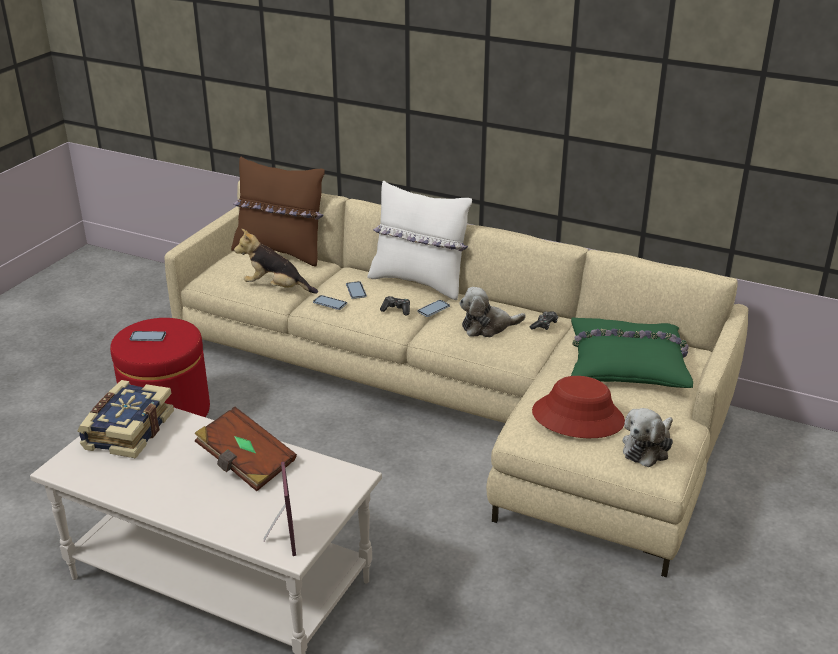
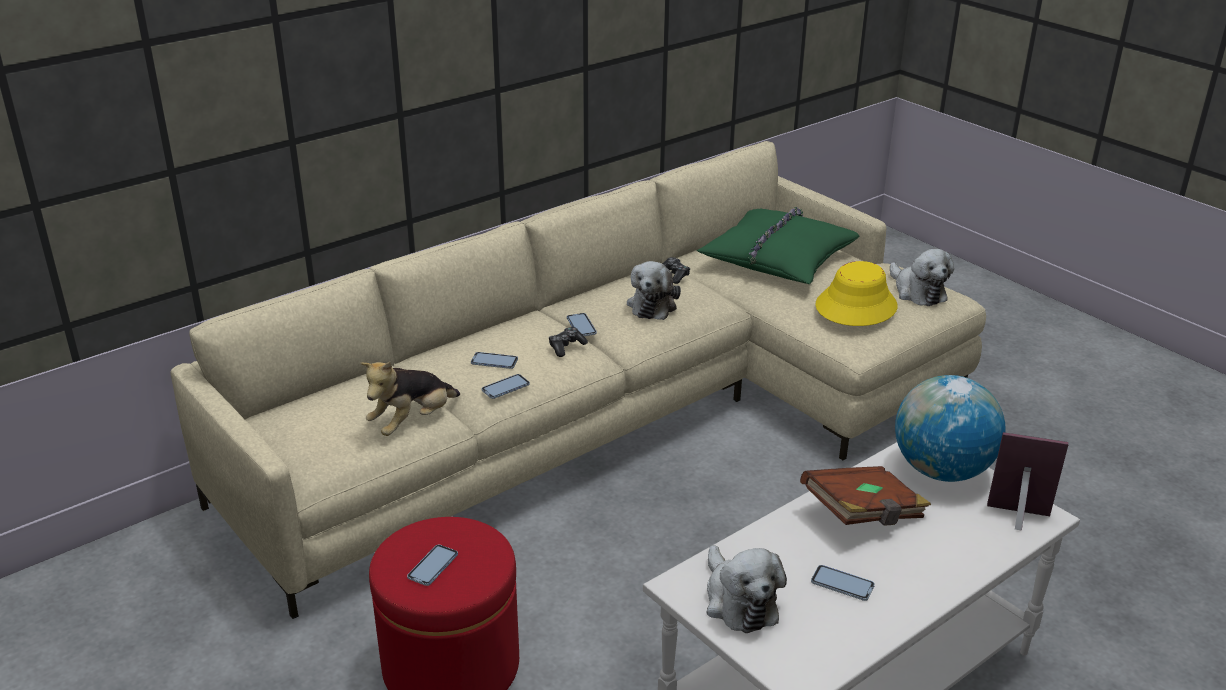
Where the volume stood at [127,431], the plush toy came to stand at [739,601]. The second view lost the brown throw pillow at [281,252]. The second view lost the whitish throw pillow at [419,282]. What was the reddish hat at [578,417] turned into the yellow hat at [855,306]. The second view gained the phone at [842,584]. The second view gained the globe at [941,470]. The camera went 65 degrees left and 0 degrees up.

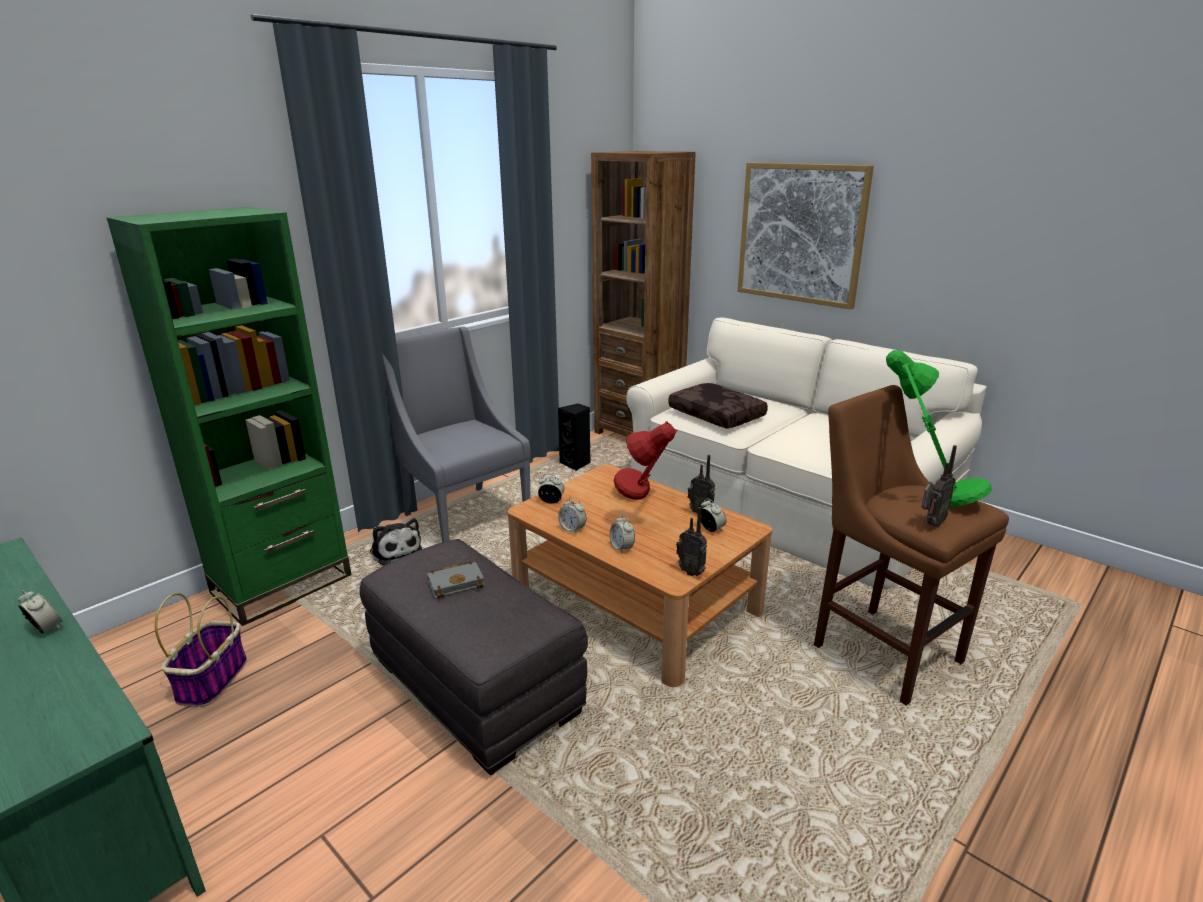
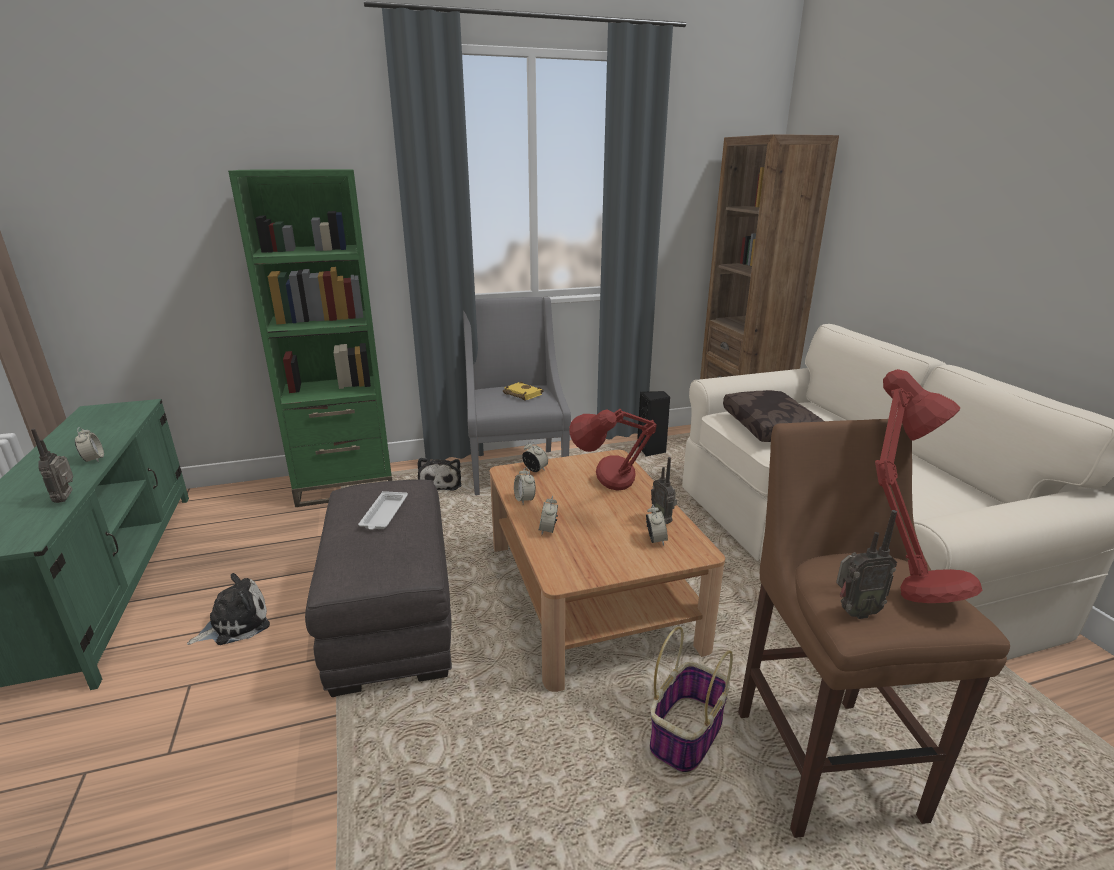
The household basket ended up elsewhere, having gone from [212,679] to [686,734]. Where the greyish volume stood at [457,582], the whitish serving tray came to stand at [384,515]. The radio receiver ended up elsewhere, having gone from [691,572] to [67,499]. The second view lost the wall picture at [801,234]. What was the green-coloured lamp for a table at [923,488] turned into the reddish lamp for a table at [898,565]. The second view gained the plush toy at [235,624]. The second view gained the yellow volume at [521,394]. The camera went 30 degrees right and 0 degrees up.

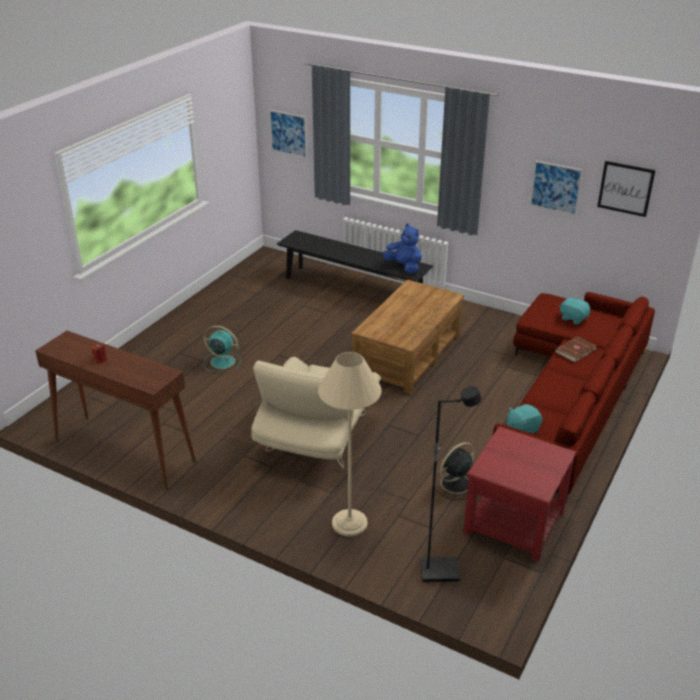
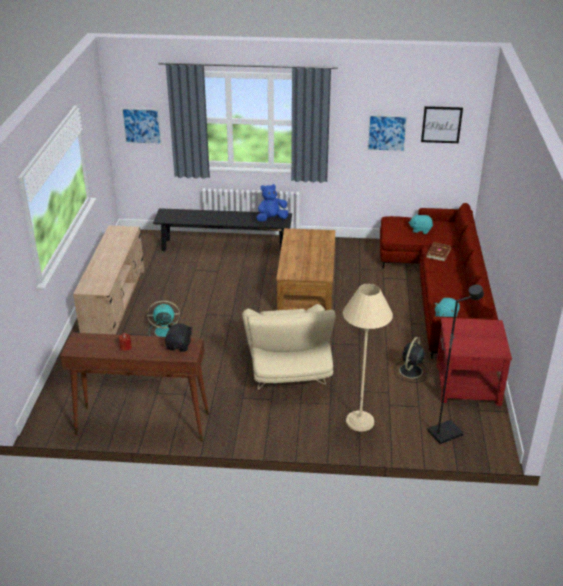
The blue plush toy at [404,267] ended up facing another way, 45 degrees counterclockwise from before. The second view gained the sand-coloured tv stand at [115,303]. The second view gained the black-coloured plush toy at [179,346]. The camera went 25 degrees left and 0 degrees up.

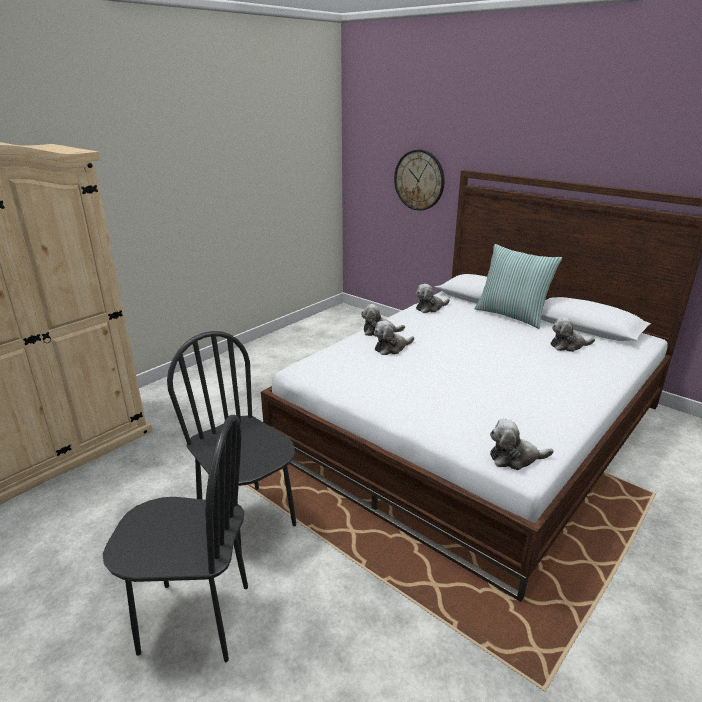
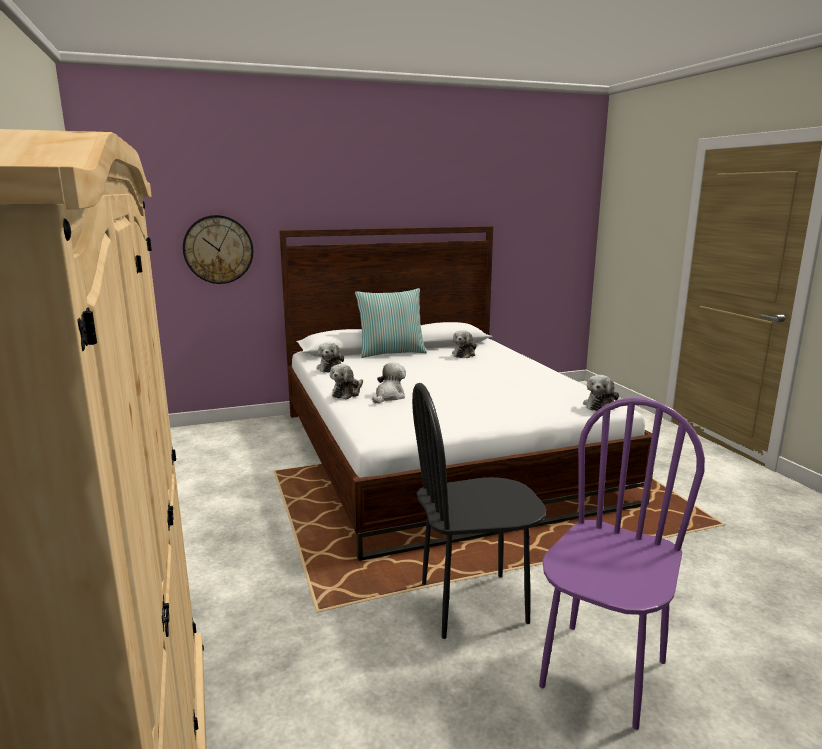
What was the black-coloured chair at [195,619] turned into the purplish chair at [602,673]. The plush toy at [391,348] ended up facing another way, 150 degrees counterclockwise from before. The camera went 60 degrees left and 10 degrees down.

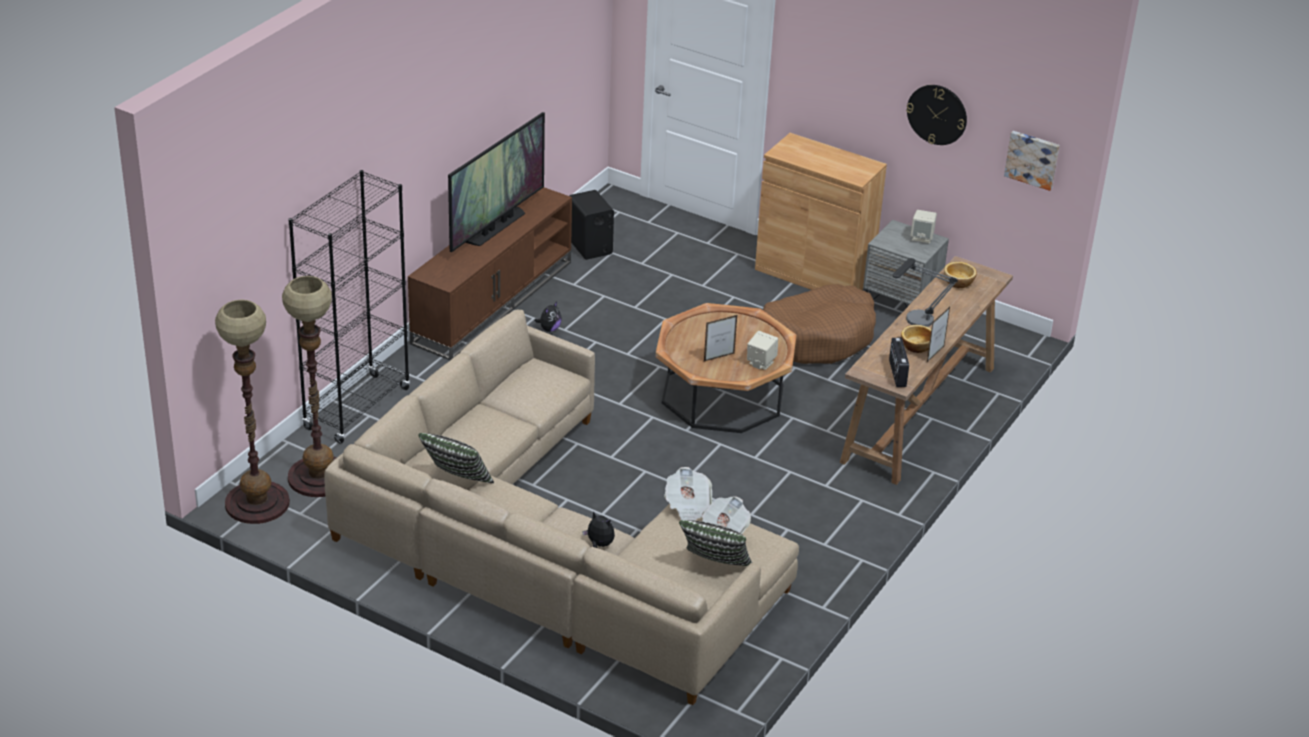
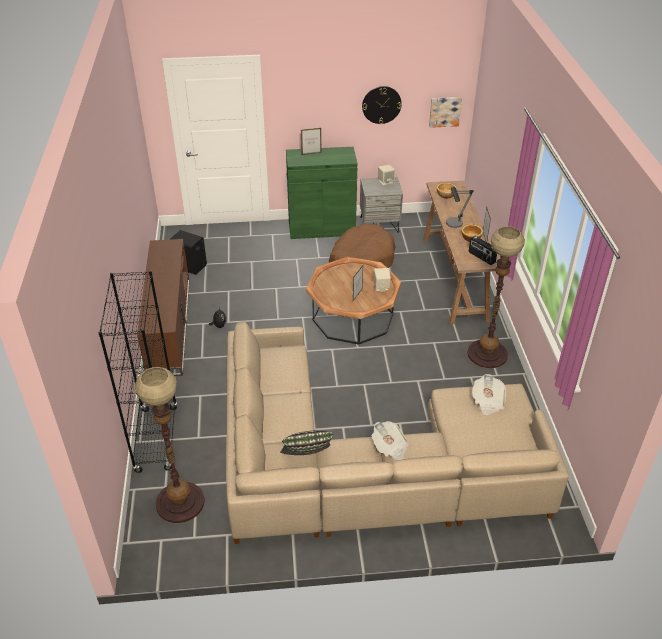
The standing lamp ended up elsewhere, having gone from [257,503] to [487,354]. The second view lost the TV at [496,227]. The second view lost the plush toy at [599,544]. The printed paper ended up elsewhere, having gone from [688,506] to [390,448]. The second view lost the throw pillow at [714,567]. What was the brown cupboard at [813,274] turned into the green-coloured cupboard at [321,228]. The second view gained the photo frame at [311,153]. The camera went 35 degrees left and 5 degrees up.

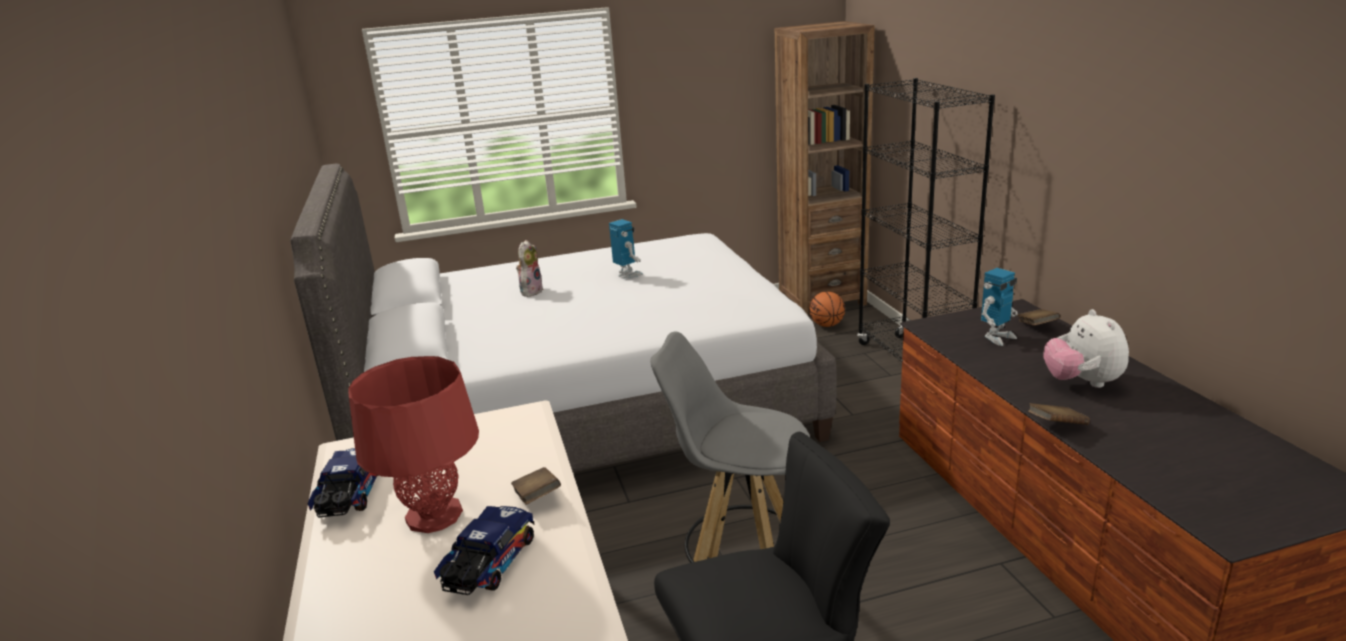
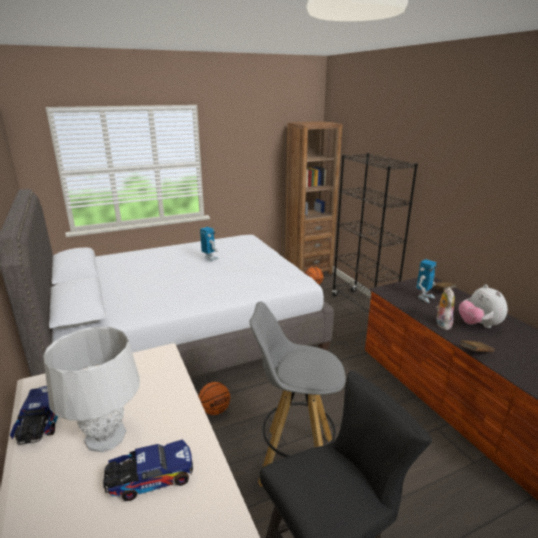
What was the reddish lamp for a table at [434,515] turned into the greyish lamp for a table at [105,436]. The toy truck at [488,566] ended up facing another way, 60 degrees clockwise from before. The second view lost the brown volume at [537,497]. The plush toy ended up elsewhere, having gone from [531,291] to [442,324]. The second view gained the ball for basketball at [215,410]. The camera went 10 degrees left and 0 degrees up.

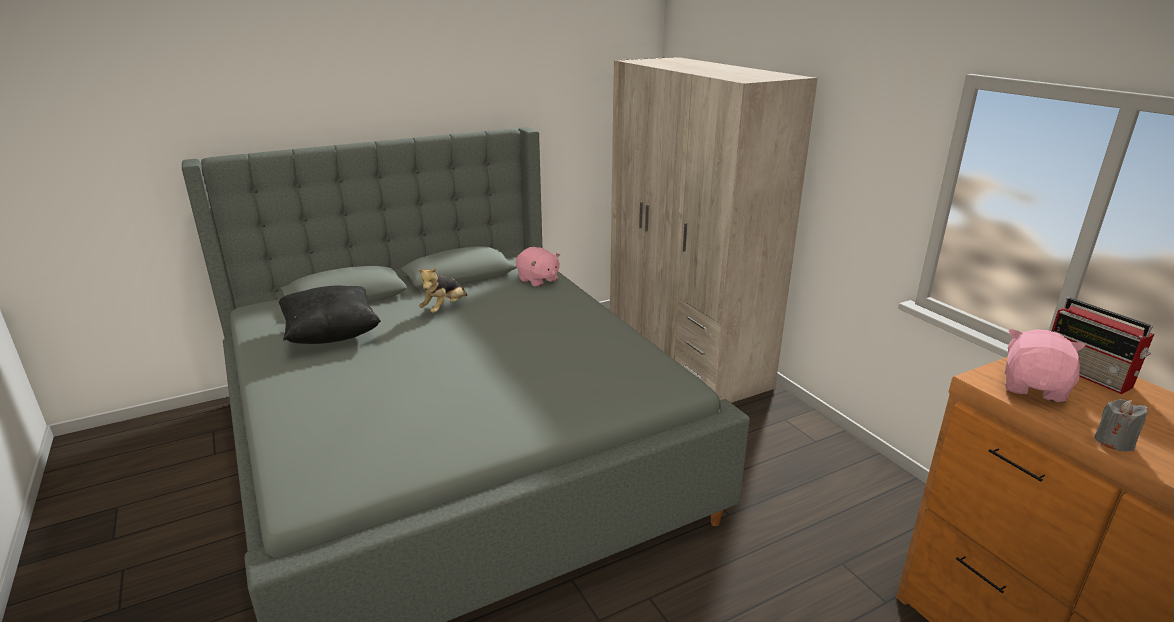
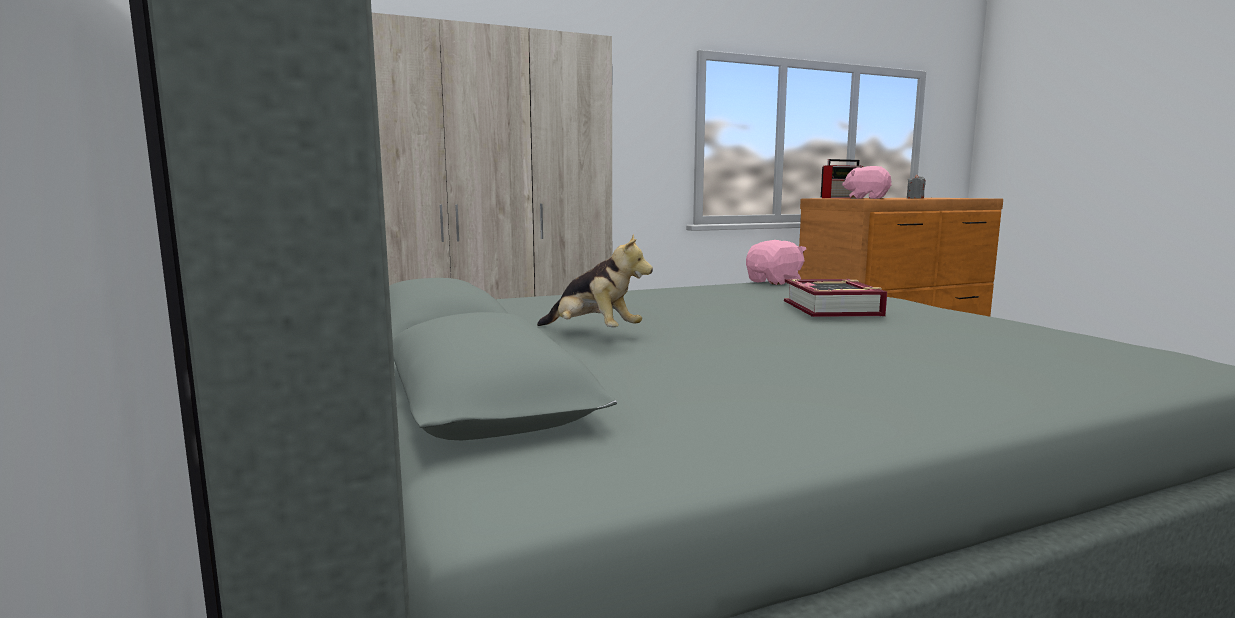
The second view lost the black-coloured throw pillow at [332,335]. The pinkish plush toy ended up elsewhere, having gone from [538,280] to [775,282]. The second view gained the volume at [832,308]. The camera went 85 degrees left and 15 degrees down.

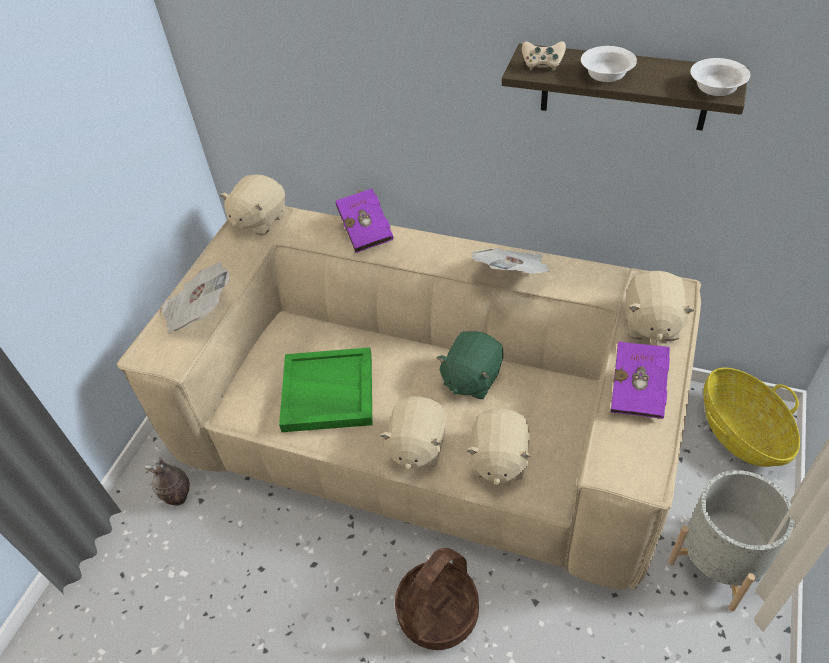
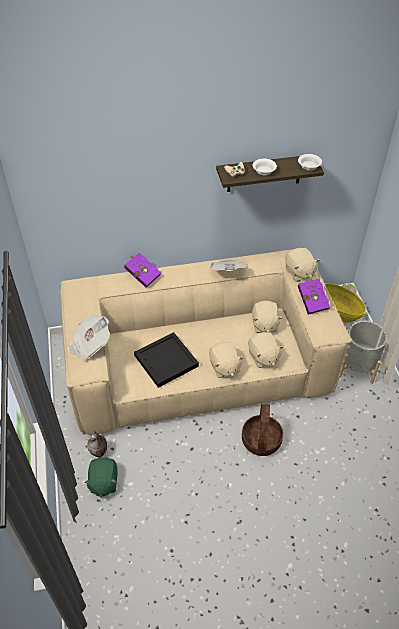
The sand-coloured plush toy ended up elsewhere, having gone from [259,220] to [264,325]. What was the green-coloured serving tray at [327,393] turned into the black-coloured serving tray at [166,361]. The green-coloured plush toy ended up elsewhere, having gone from [471,378] to [103,482]. The camera went 35 degrees left and 0 degrees up.

